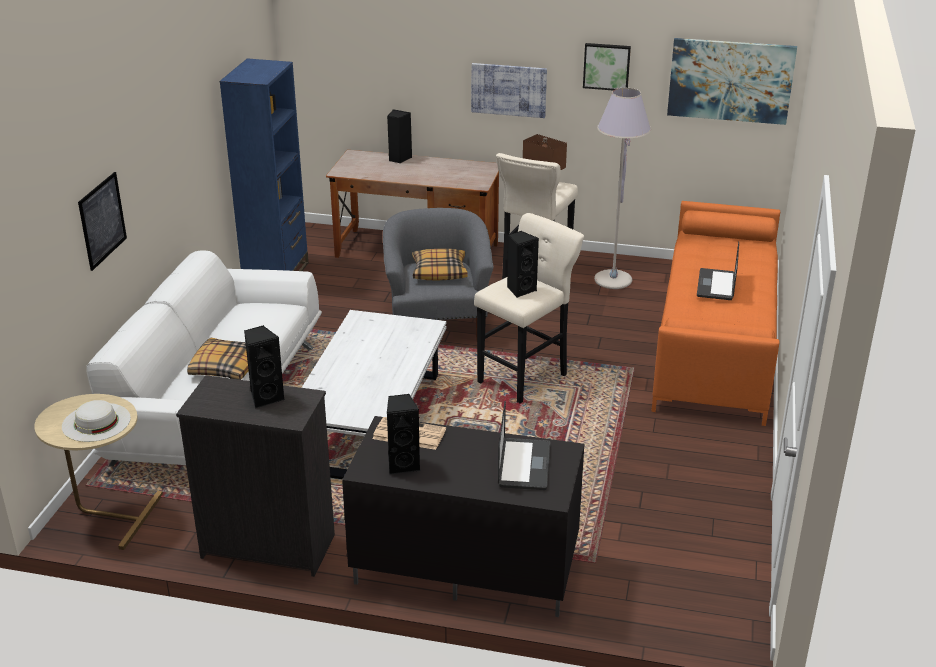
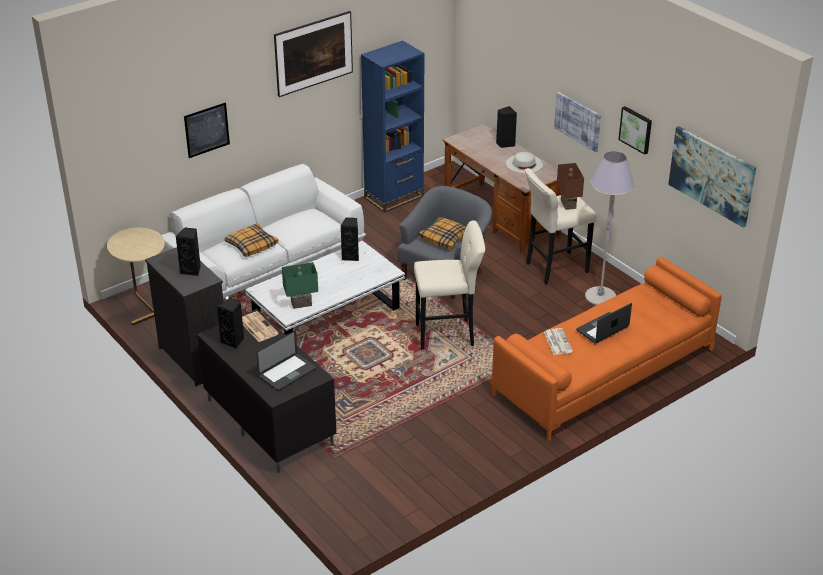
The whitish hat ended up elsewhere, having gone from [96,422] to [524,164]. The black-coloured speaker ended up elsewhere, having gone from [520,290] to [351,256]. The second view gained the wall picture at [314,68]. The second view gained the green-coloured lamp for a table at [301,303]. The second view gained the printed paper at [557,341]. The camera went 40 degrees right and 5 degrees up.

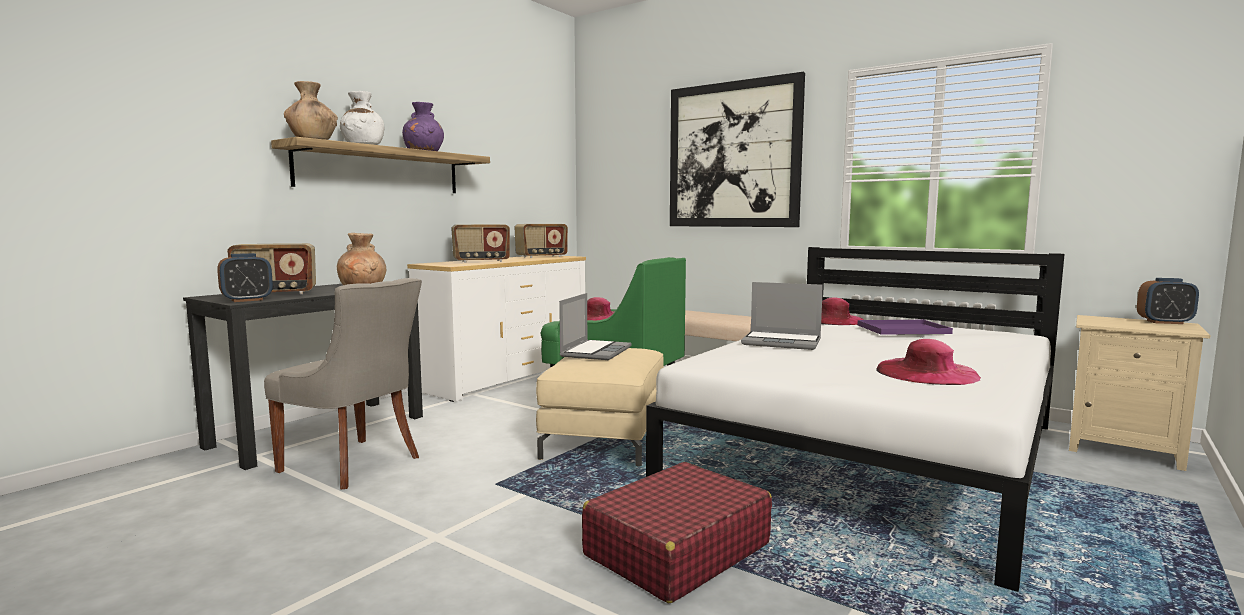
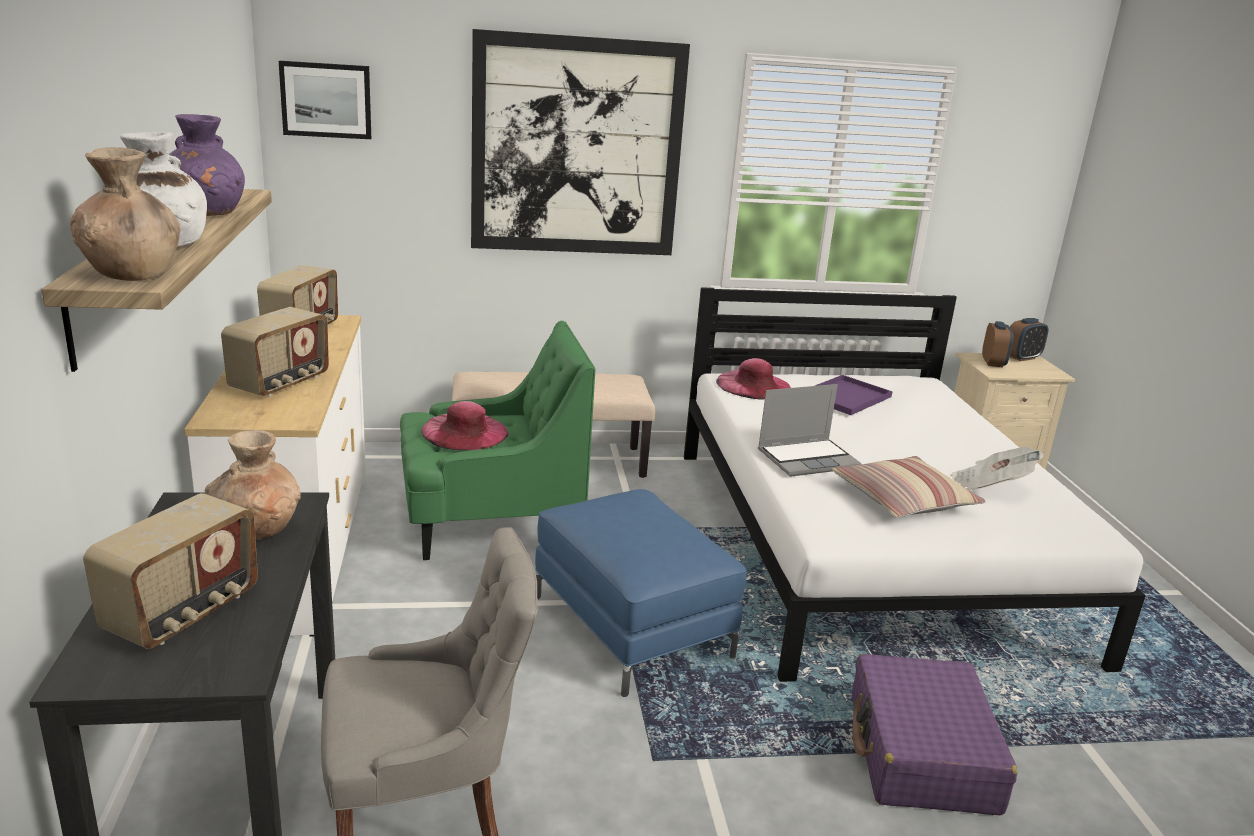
The bedside clock ended up elsewhere, having gone from [247,300] to [993,363]. What was the sand-coloured ottoman at [605,438] turned into the blue ottoman at [631,626]. The second view lost the laptop at [595,351]. What was the reddish piece of luggage at [676,550] turned into the purplish piece of luggage at [921,753]. Where the pinkish hat stood at [927,372], the printed paper came to stand at [990,487]. The second view gained the wall picture at [326,100]. The second view gained the throw pillow at [903,500]. The camera went 45 degrees left and 15 degrees up.

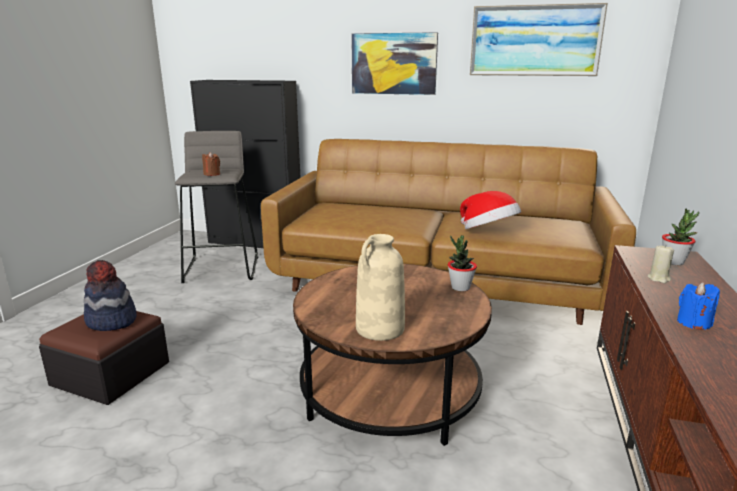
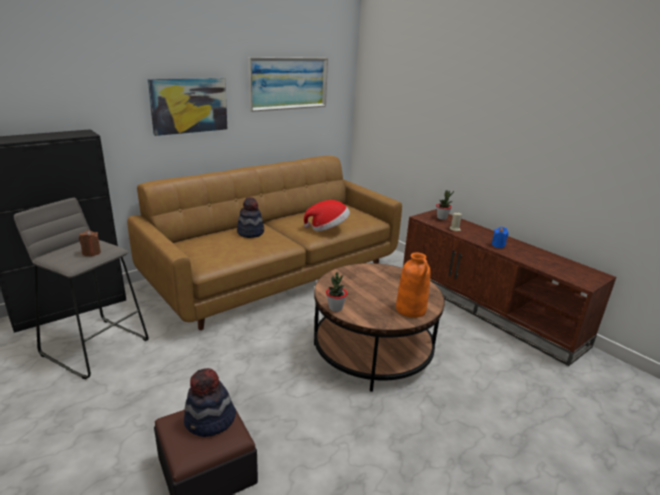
What was the sand-coloured decorative vase at [380,329] turned into the orange decorative vase at [411,310]. The houseplant ended up elsewhere, having gone from [460,288] to [335,308]. The second view gained the hat at [251,232]. The camera went 55 degrees left and 5 degrees up.

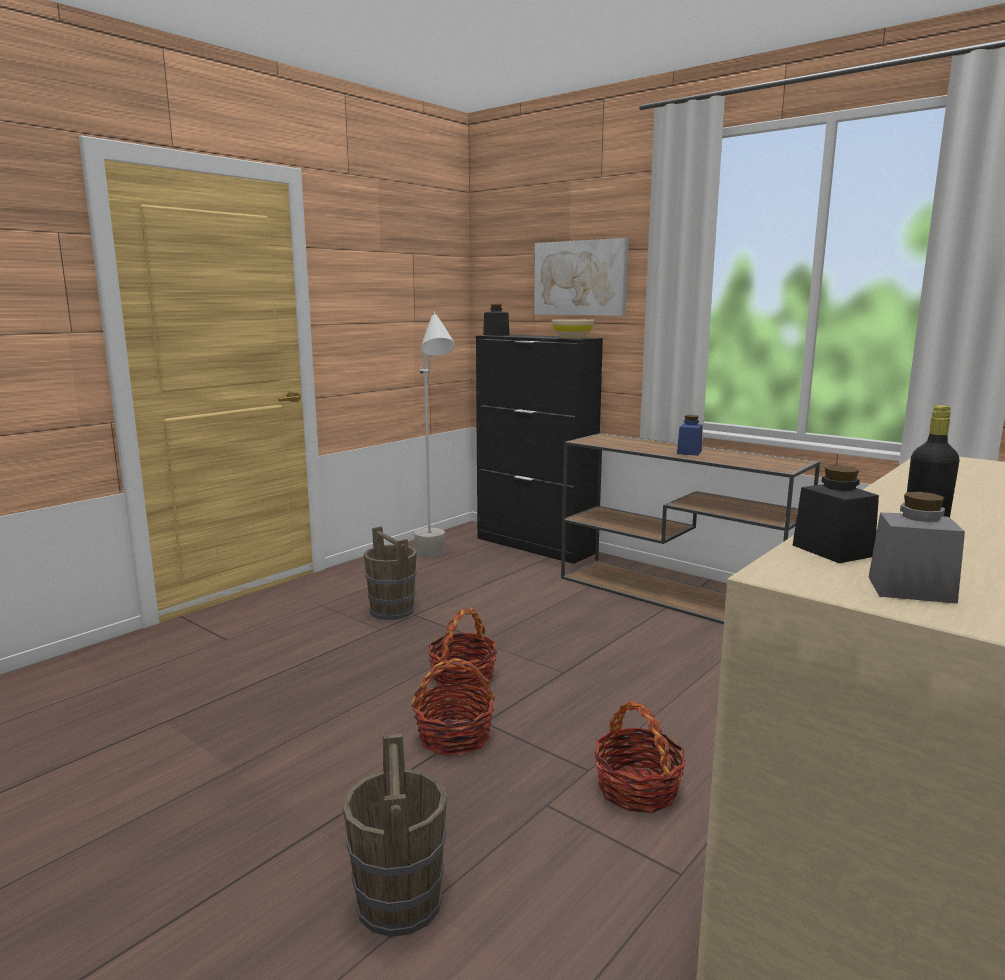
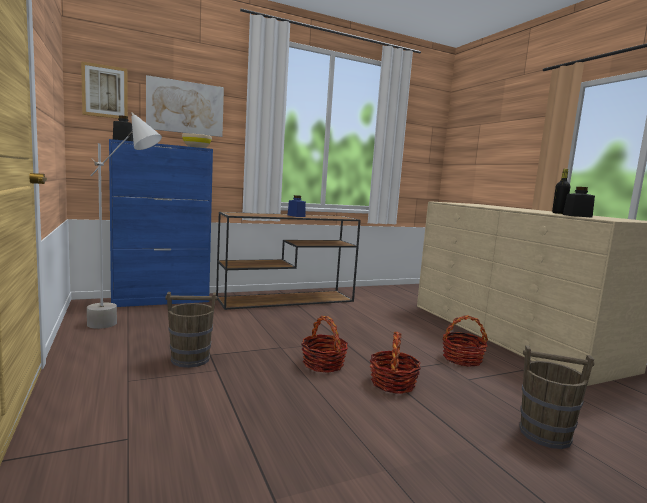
What was the black-coloured cupboard at [535,546] turned into the blue cupboard at [161,300]. The second view lost the greyish jar at [911,589]. The second view gained the wall picture at [105,91]. The camera went 65 degrees left and 5 degrees down.

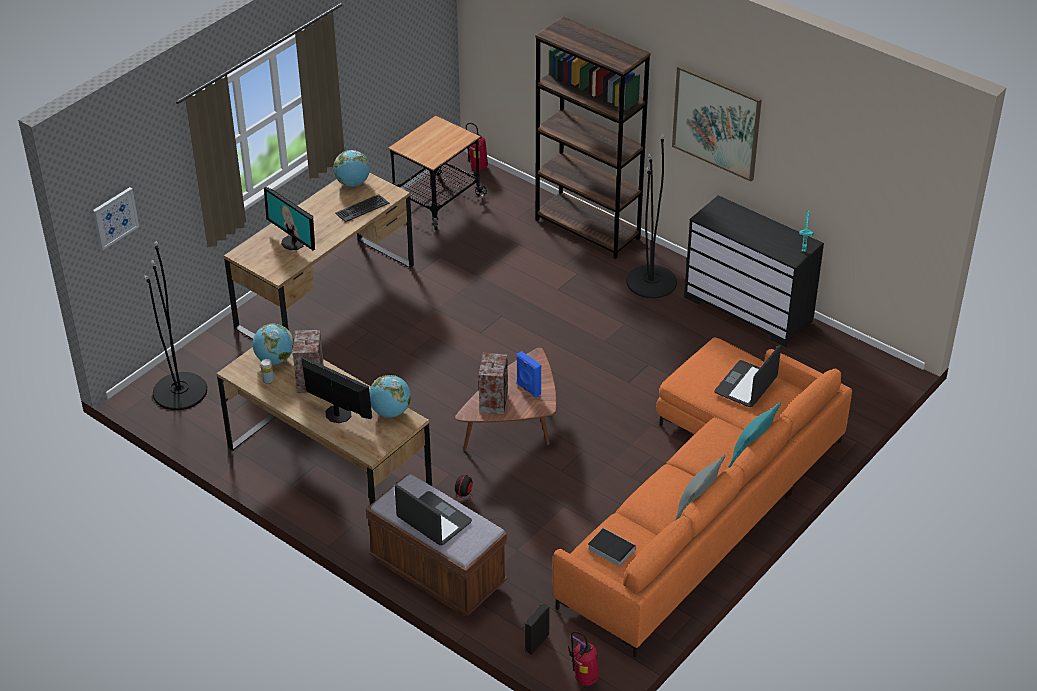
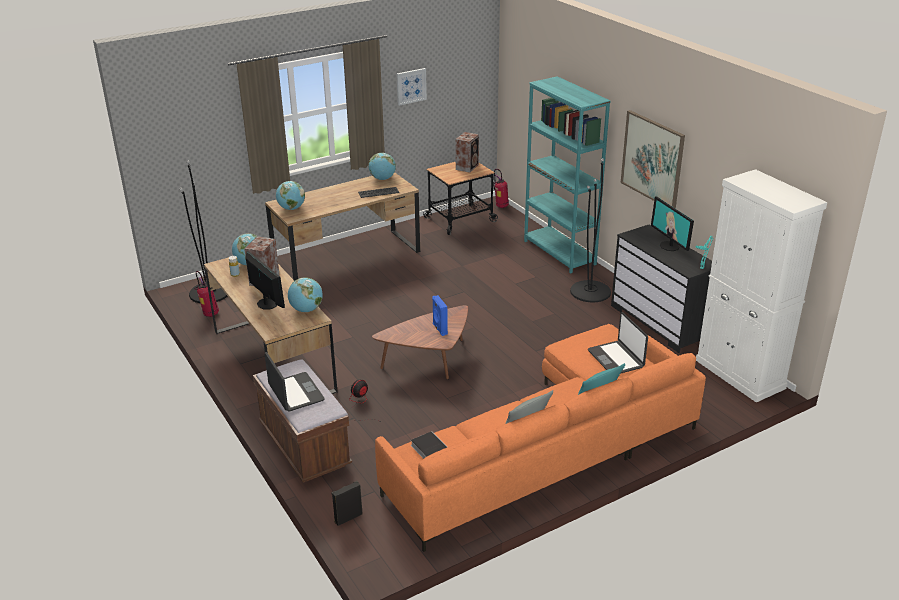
The wall picture ended up elsewhere, having gone from [115,218] to [411,86]. The monitor ended up elsewhere, having gone from [293,242] to [670,246]. The speaker ended up elsewhere, having gone from [494,401] to [467,167]. What was the brown bookshelf at [587,229] turned into the turquoise-coloured bookshelf at [559,252]. The fire-fighting cylinder ended up elsewhere, having gone from [584,679] to [209,314]. The laptop at [746,385] ended up facing another way, 75 degrees counterclockwise from before. The second view gained the globe at [291,208]. The second view gained the whitish cupboard at [740,374]. The camera went 20 degrees right and 10 degrees down.

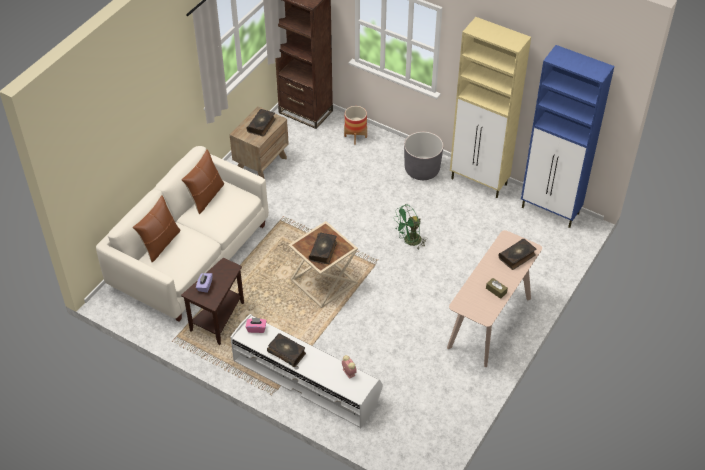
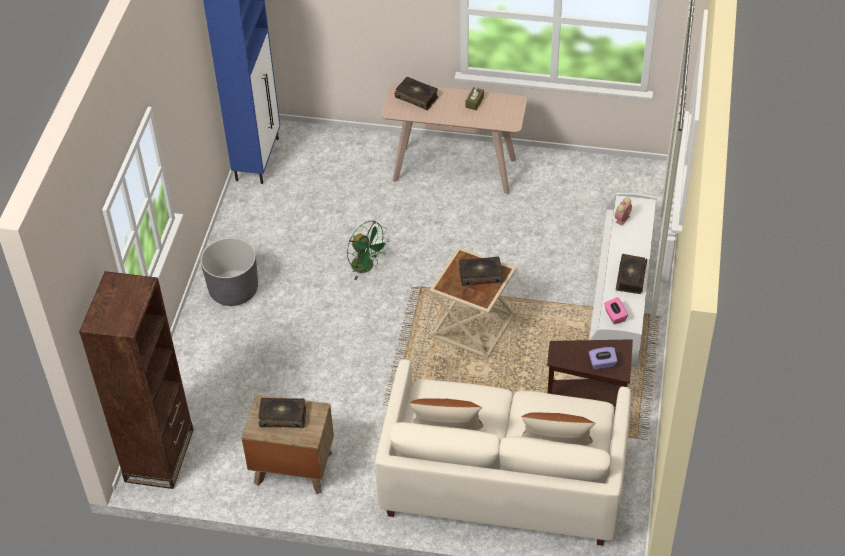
The second view lost the flower pot at [355,136]. The second view lost the sand-coloured cupboard at [479,182]. The camera went 110 degrees left and 0 degrees up.

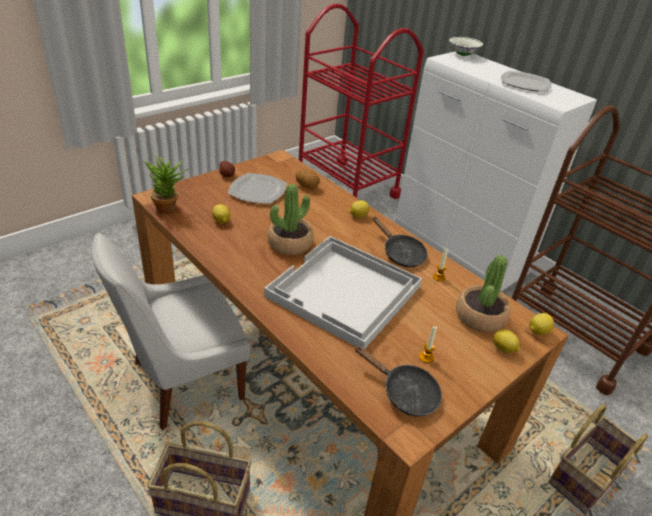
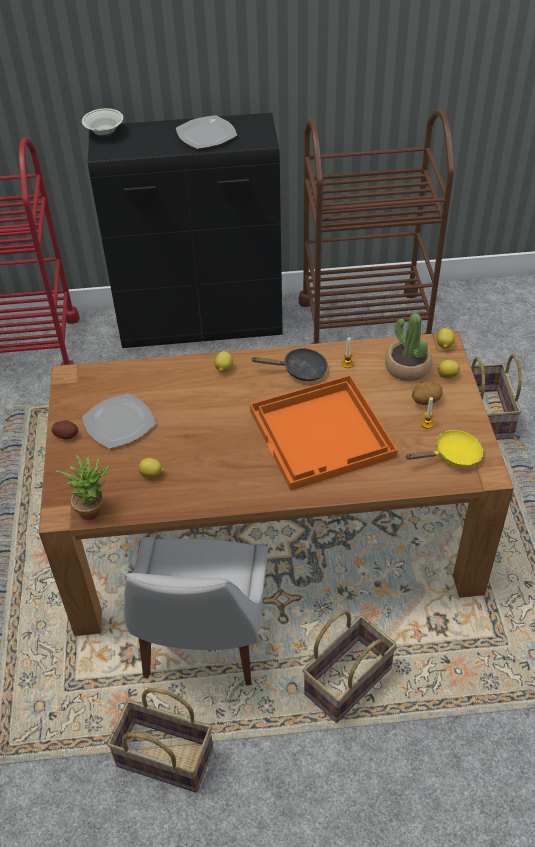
What was the whitish serving tray at [344,292] turned into the orange serving tray at [323,434]. The second view lost the houseplant at [290,243]. The whole potato ended up elsewhere, having gone from [307,186] to [426,401]. What was the black-coloured pan at [404,393] turned into the yellow pan at [452,455]. What was the whitish cupboard at [459,250] turned into the black-coloured cupboard at [203,325]. The second view gained the household basket at [164,759]. The camera went 50 degrees left and 10 degrees up.

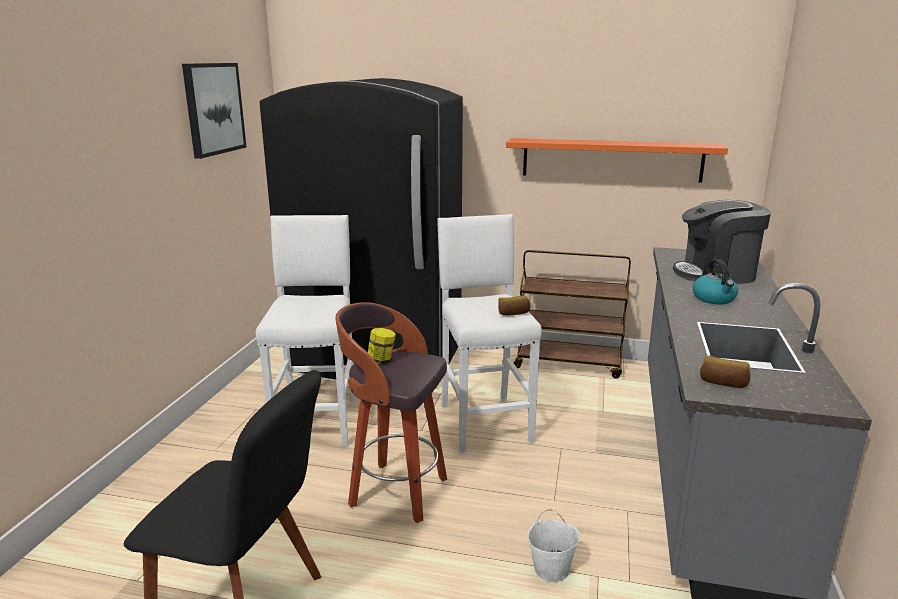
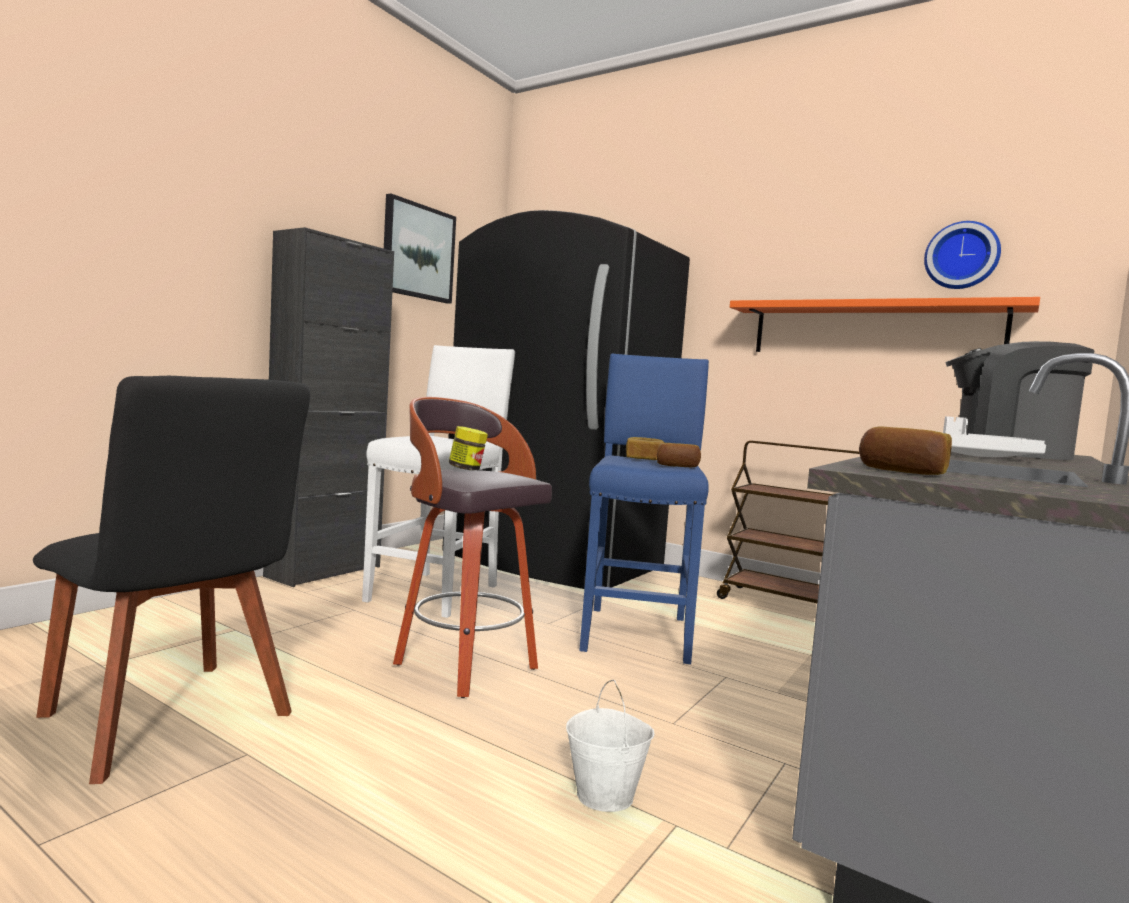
What was the whitish stool at [484,421] turned into the blue stool at [637,632]. Where the tea kettle stood at [714,299], the whitish serving tray came to stand at [977,456]. The second view gained the black-coloured cupboard at [324,571]. The second view gained the baked bread at [644,459]. The second view gained the wall clock at [962,256]. The camera went 20 degrees right and 15 degrees down.

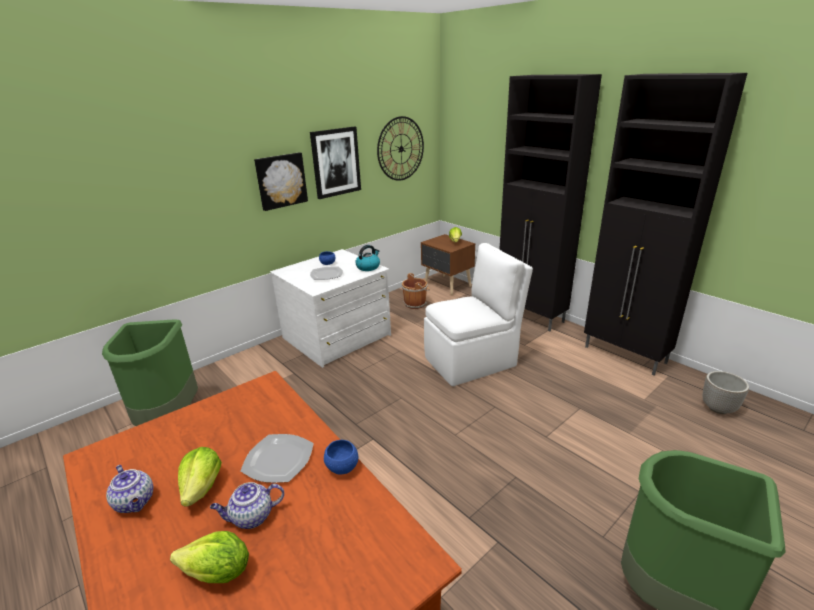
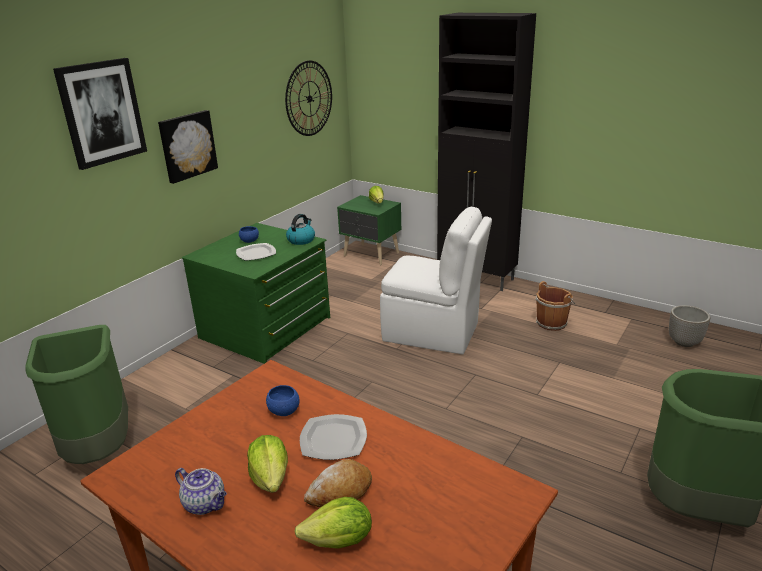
Where the teapot stood at [251,517], the baked bread came to stand at [340,491]. What was the whitish drawer chest at [337,337] turned into the green-coloured drawer chest at [267,328]. The wall picture ended up elsewhere, having gone from [335,162] to [102,112]. The blue serving bowl ended up elsewhere, having gone from [342,467] to [284,411]. The brown pail ended up elsewhere, having gone from [416,304] to [552,322]. What was the brown night table at [447,285] turned into the green-coloured night table at [371,255]. The whitish chair at [472,361] ended up facing another way, 60 degrees clockwise from before. The second view lost the black-coloured cupboard at [625,355]. The camera went 15 degrees left and 0 degrees up.

